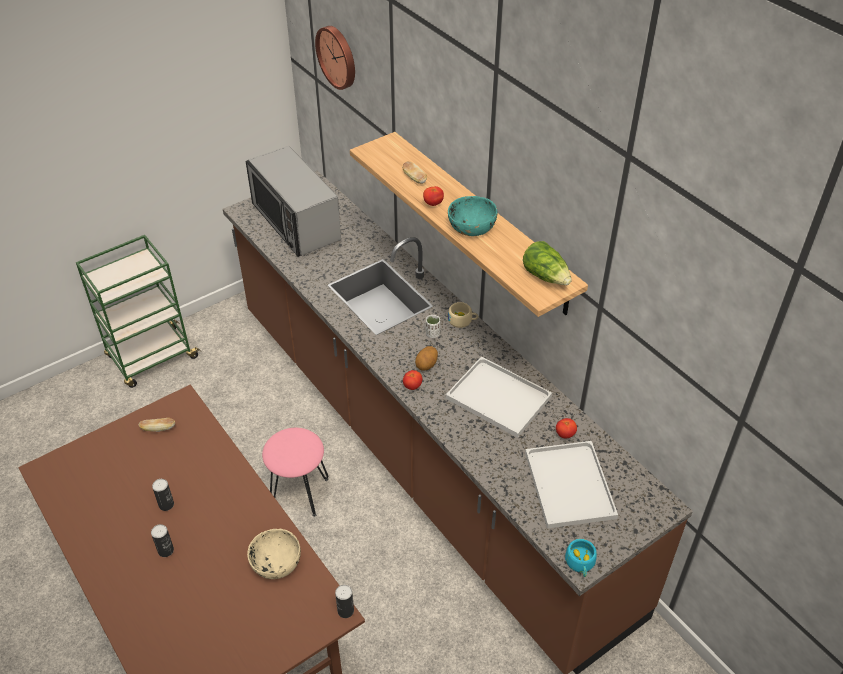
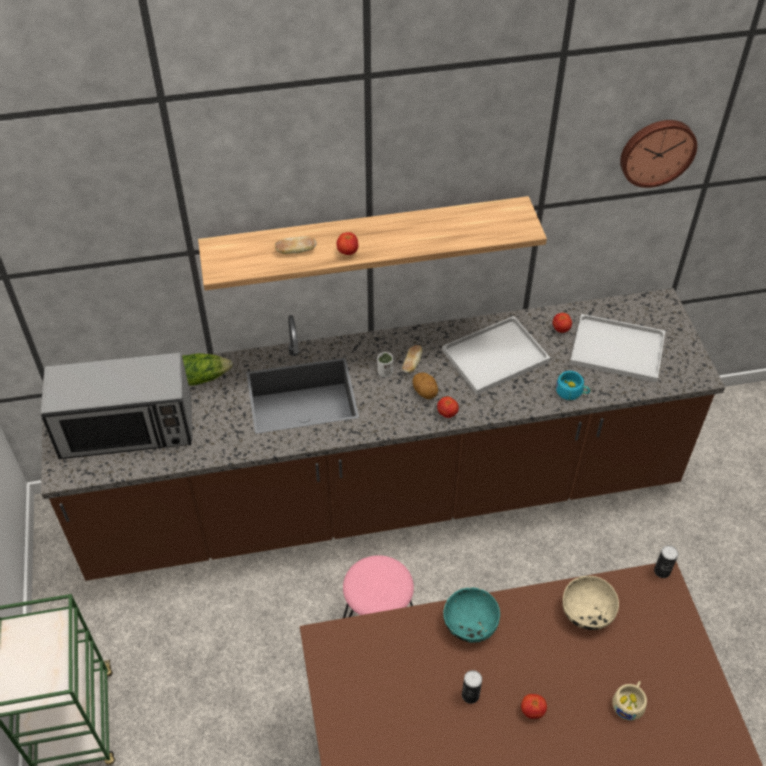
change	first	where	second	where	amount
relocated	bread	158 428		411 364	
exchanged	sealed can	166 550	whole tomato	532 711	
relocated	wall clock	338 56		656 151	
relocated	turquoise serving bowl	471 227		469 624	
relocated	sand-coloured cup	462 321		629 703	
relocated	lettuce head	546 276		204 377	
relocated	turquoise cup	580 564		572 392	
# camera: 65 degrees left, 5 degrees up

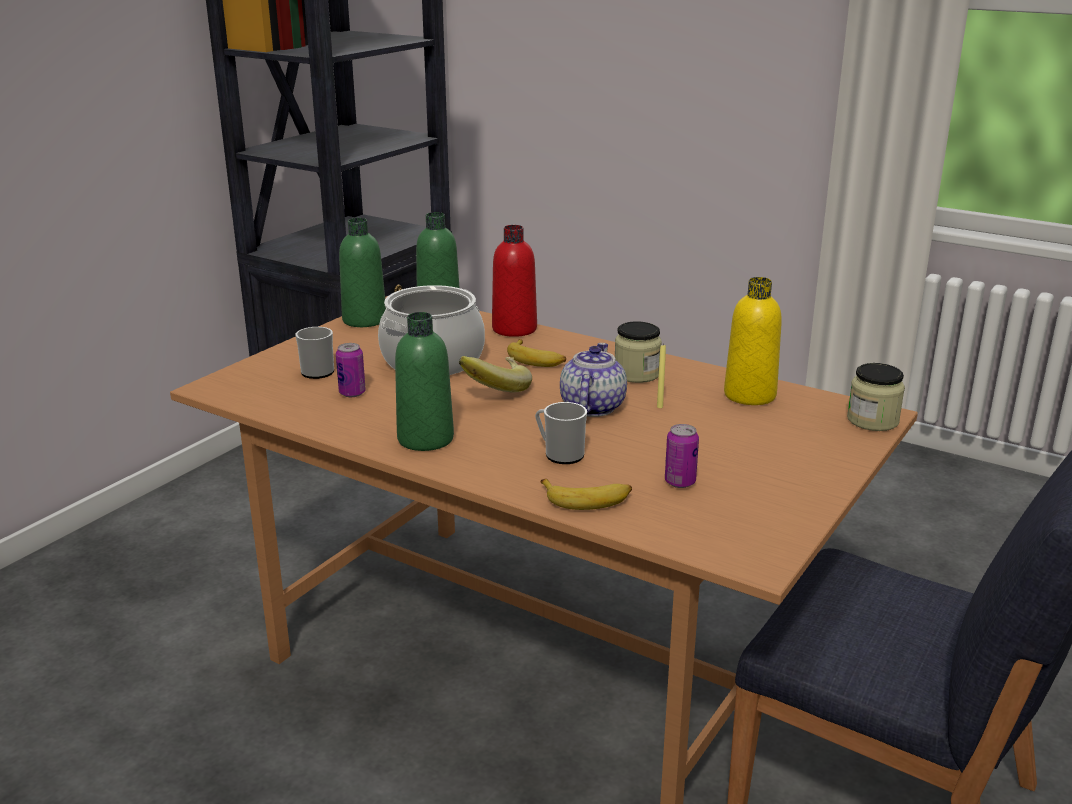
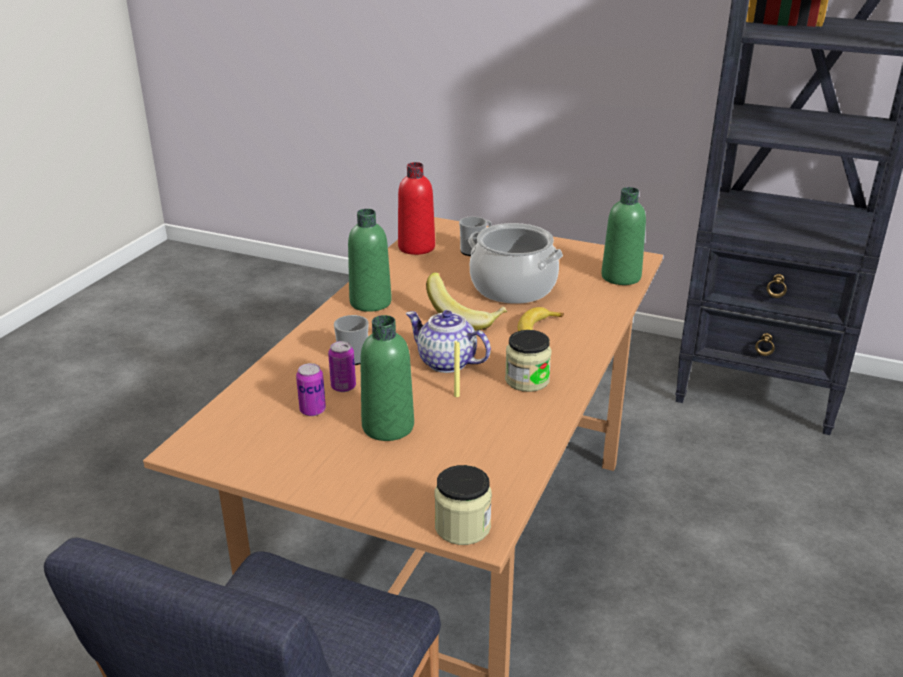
change	first	where	second	where	amount
relocated	sealed can	352 393		343 387	
relocated	green drink bottle	364 320		388 426	
relocated	reddish drink bottle	514 329		416 247	
missing	banana	587 499			
spun	teapot	591 407		446 362	150 degrees counterclockwise
missing	yellow drink bottle	749 395			
# camera: 80 degrees right, 5 degrees up

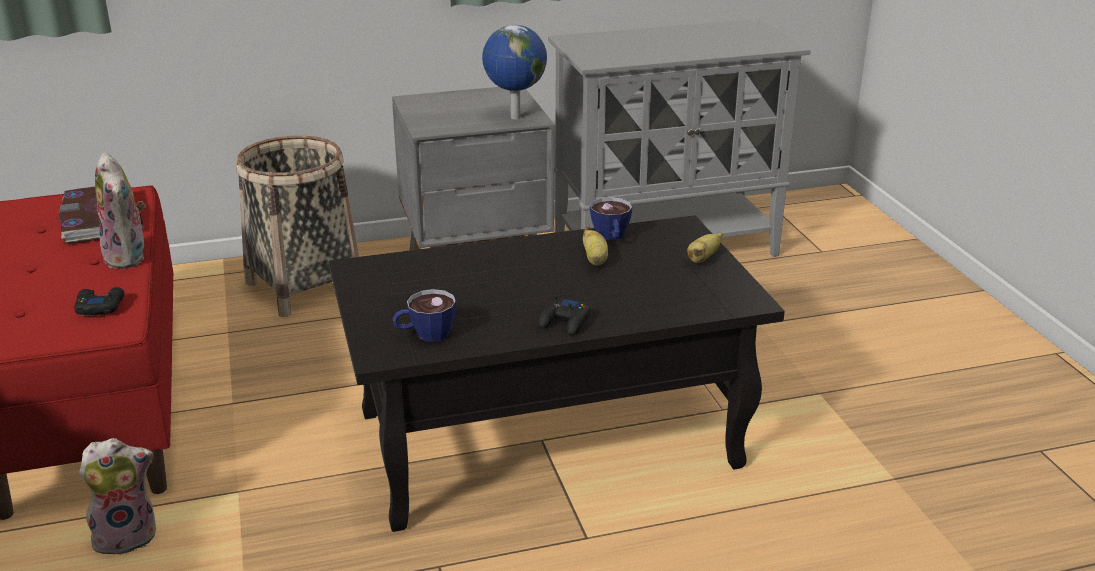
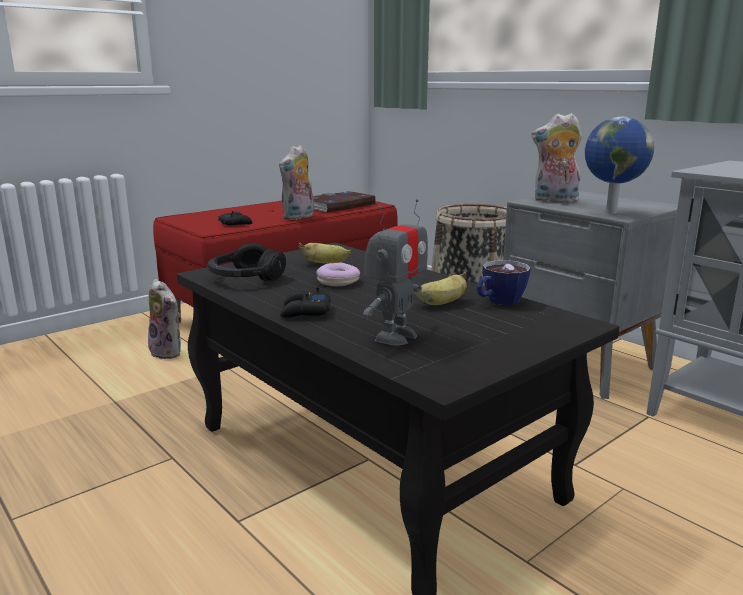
change	first	where	second	where	amount
exchanged	cup	425 335	blackish pair of headphones	245 278	
relocated	banana	703 258		326 264	
appeared			ring doughnut	338 281	
appeared			robot figure	395 337	
appeared			cuddly toy	554 201	
# camera: 65 degrees right, 10 degrees down

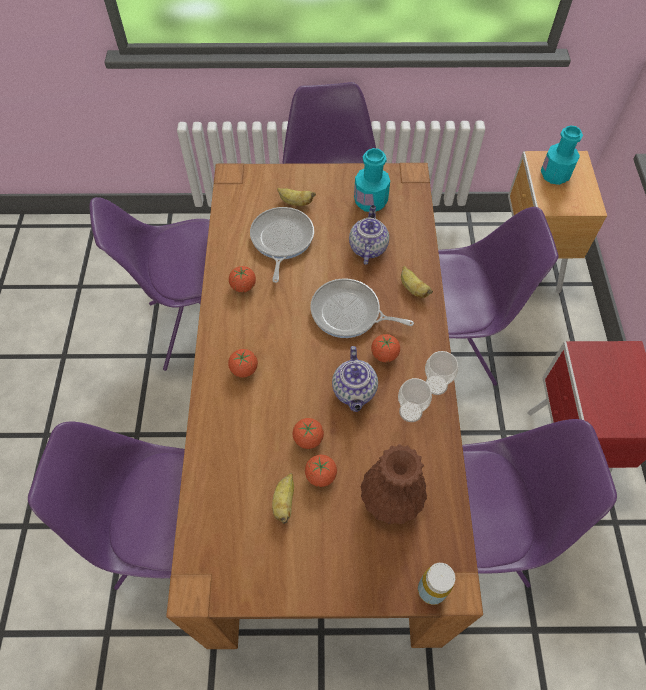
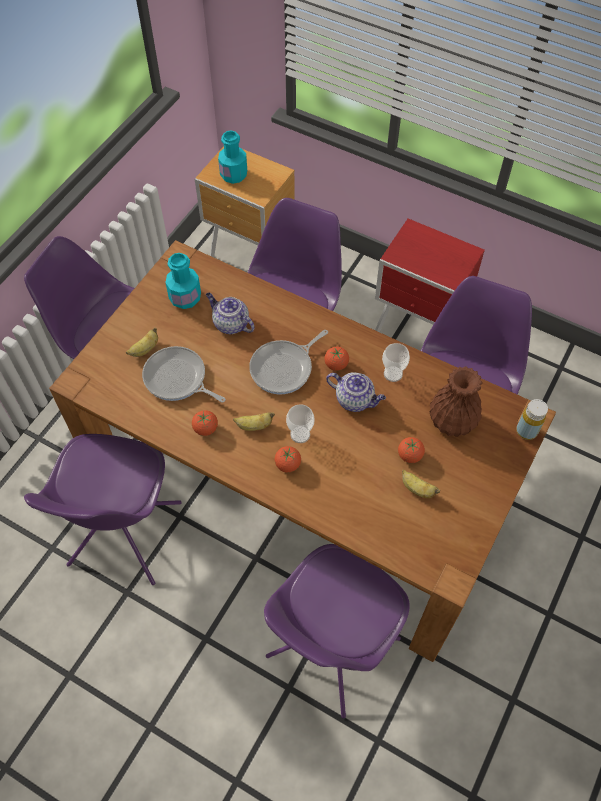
change	first	where	second	where	amount
missing	whole tomato	308 439			
relocated	banana	413 289		254 426	
relocated	cup	436 385		300 434	
# camera: 60 degrees left, 0 degrees up

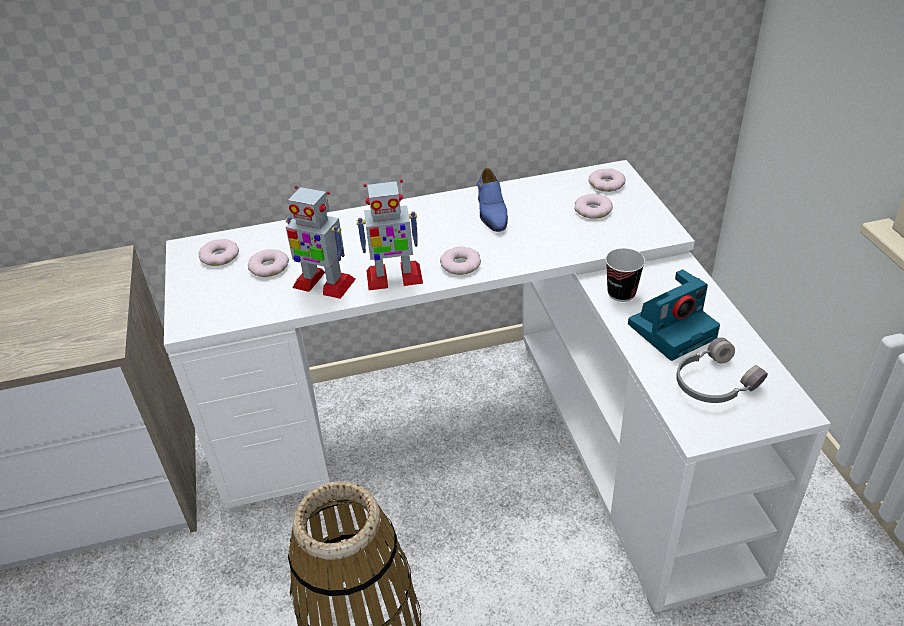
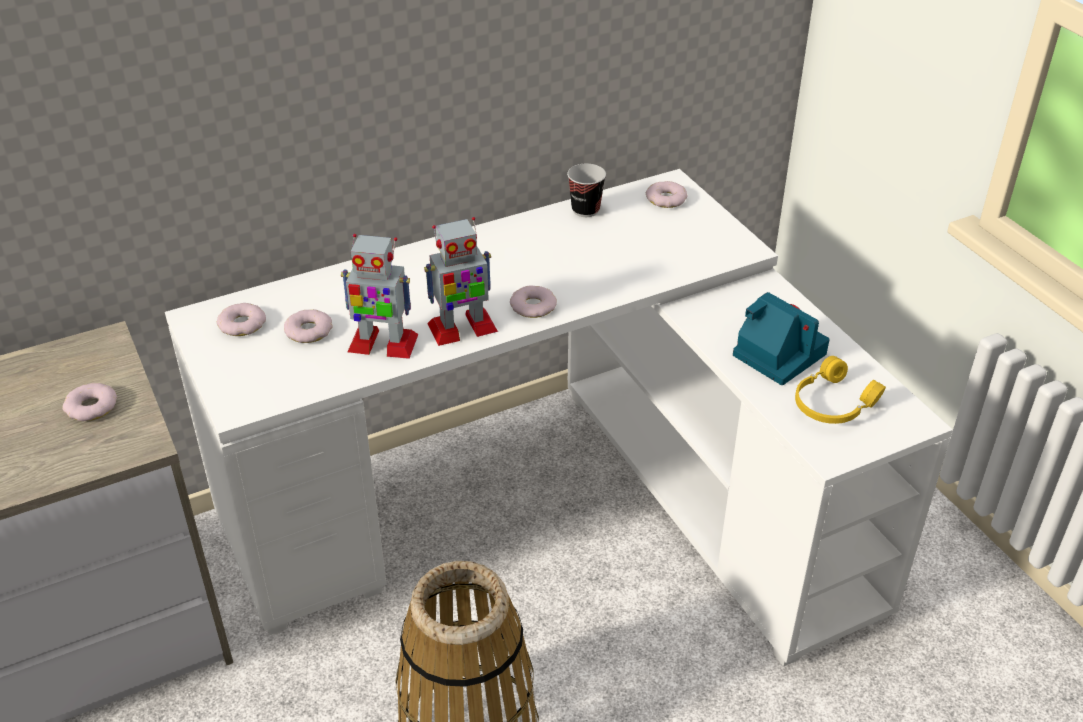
change	first	where	second	where	amount
missing	blue-coloured low shoe	491 213			
relocated	ring doughnut	593 210		91 407	
relocated	cup	621 293		585 210	
spun	photo camera	672 330		777 354	90 degrees counterclockwise
colour	gray pair of headphones	713 382	yellow pair of headphones	832 403	
# camera: 15 degrees left, 0 degrees up

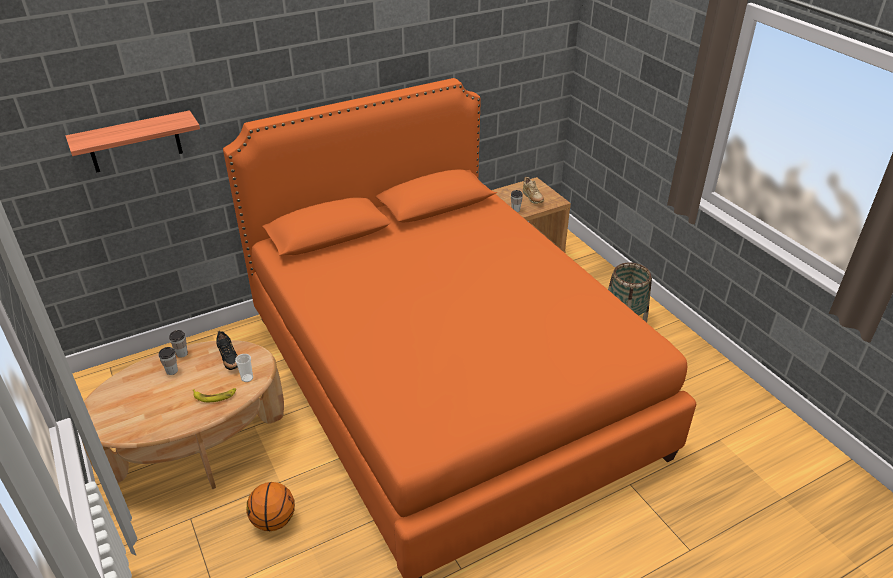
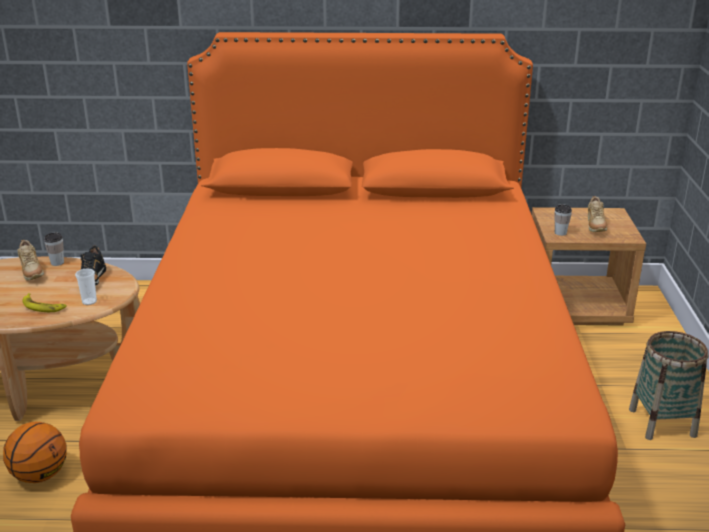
change	first	where	second	where	amount
missing	wall shelf	134 142			
exchanged	cup	172 371	sand-coloured low shoe	32 274	
# camera: 30 degrees right, 10 degrees down

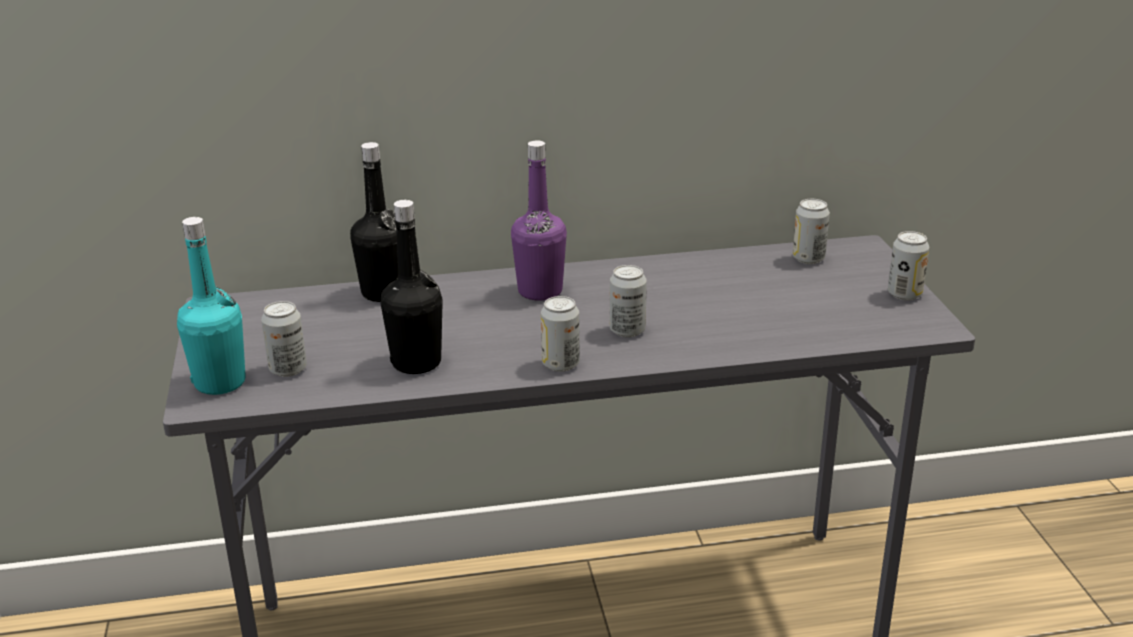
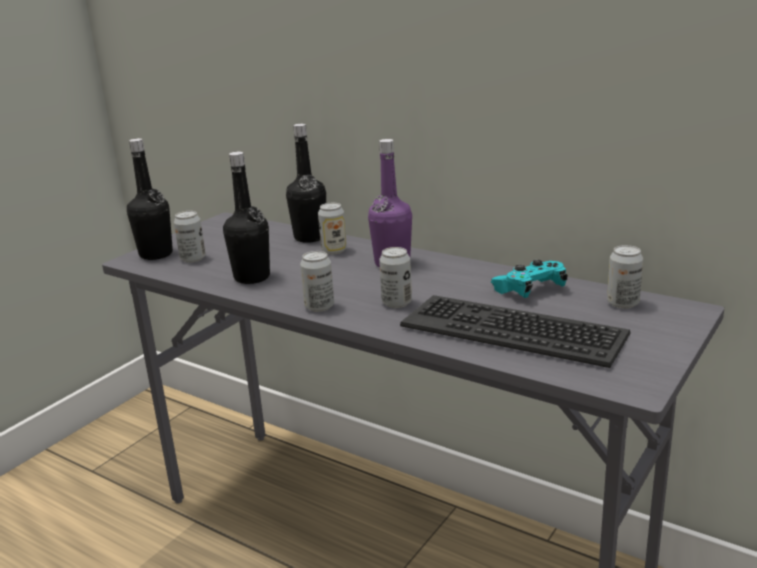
change	first	where	second	where	amount
colour	turquoise drink bottle	220 382	blackish drink bottle	156 254	
relocated	sealed can	904 294		334 251	
appeared			computer keyboard	513 330	
appeared			turquoise game controller	530 290	
# camera: 45 degrees right, 5 degrees down

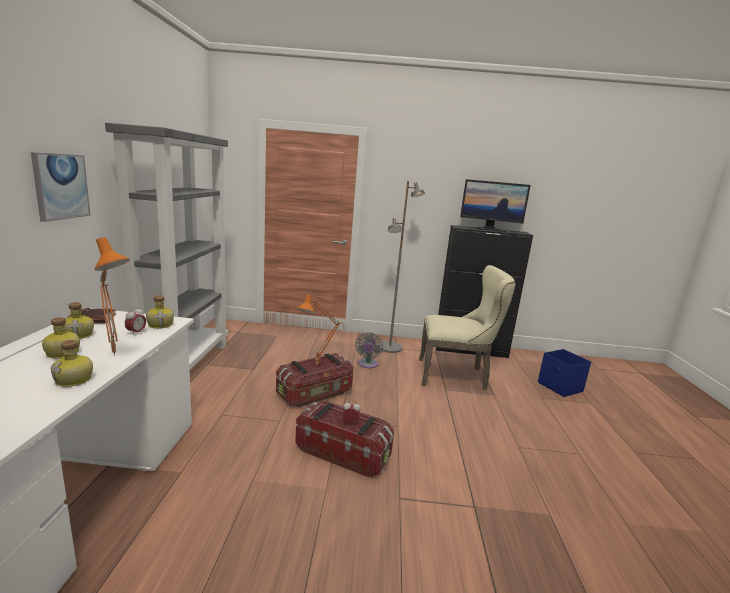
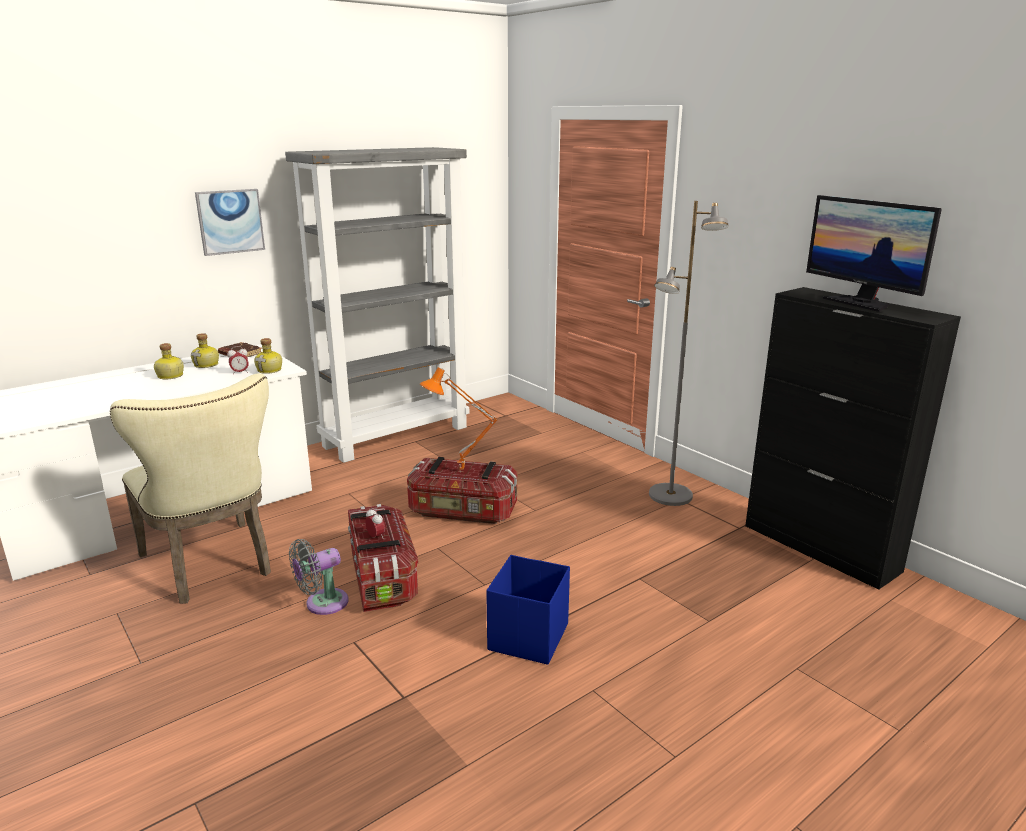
change	first	where	second	where	amount
missing	drink bottle	75 380			
missing	orangey table lamp	117 354			
relocated	gray cooling fan	367 365		322 604	
relocated	sand-coloured plain chair	456 375		212 566	
relocated	blue-coloured storage box	560 387		527 638	
# camera: 50 degrees right, 5 degrees up

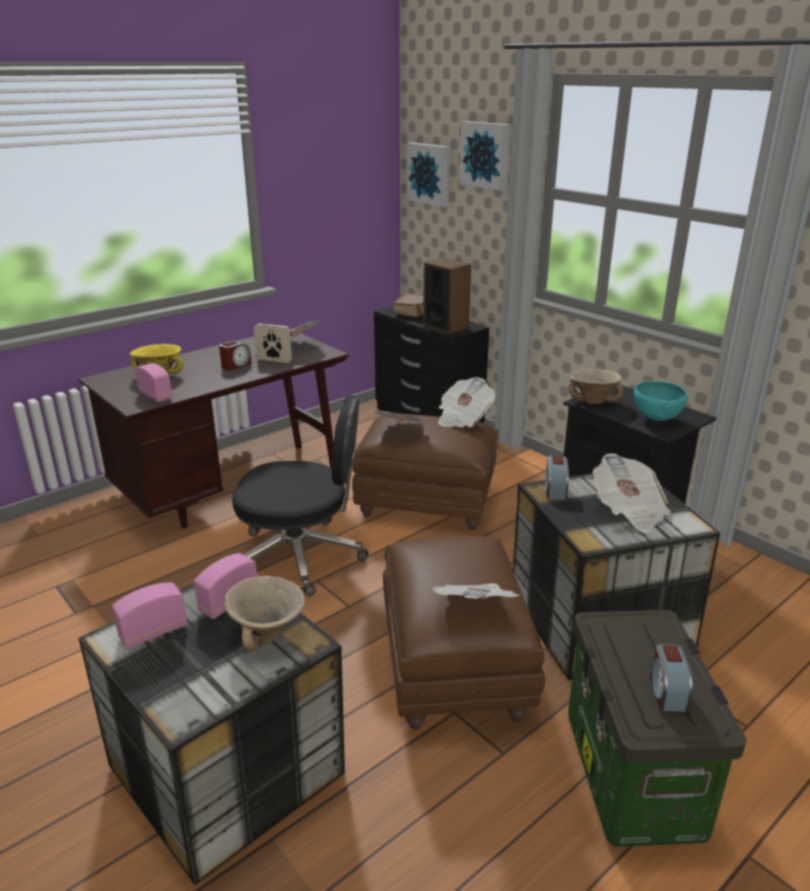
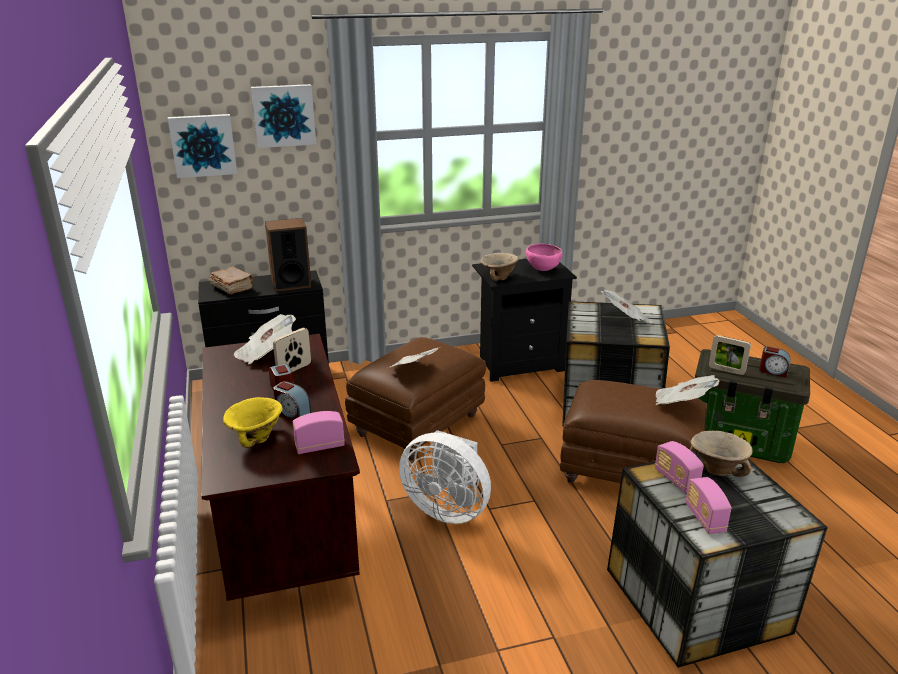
change	first	where	second	where	amount
exchanged	blackish desk chair	302 556	whitish cooling fan	447 509	
missing	printed paper	463 418			
relocated	table clock	555 490		292 413	
colour	turquoise serving bowl	655 419	pink-coloured serving bowl	542 270	
appeared			standing frame	726 370	
# camera: 65 degrees left, 0 degrees up

